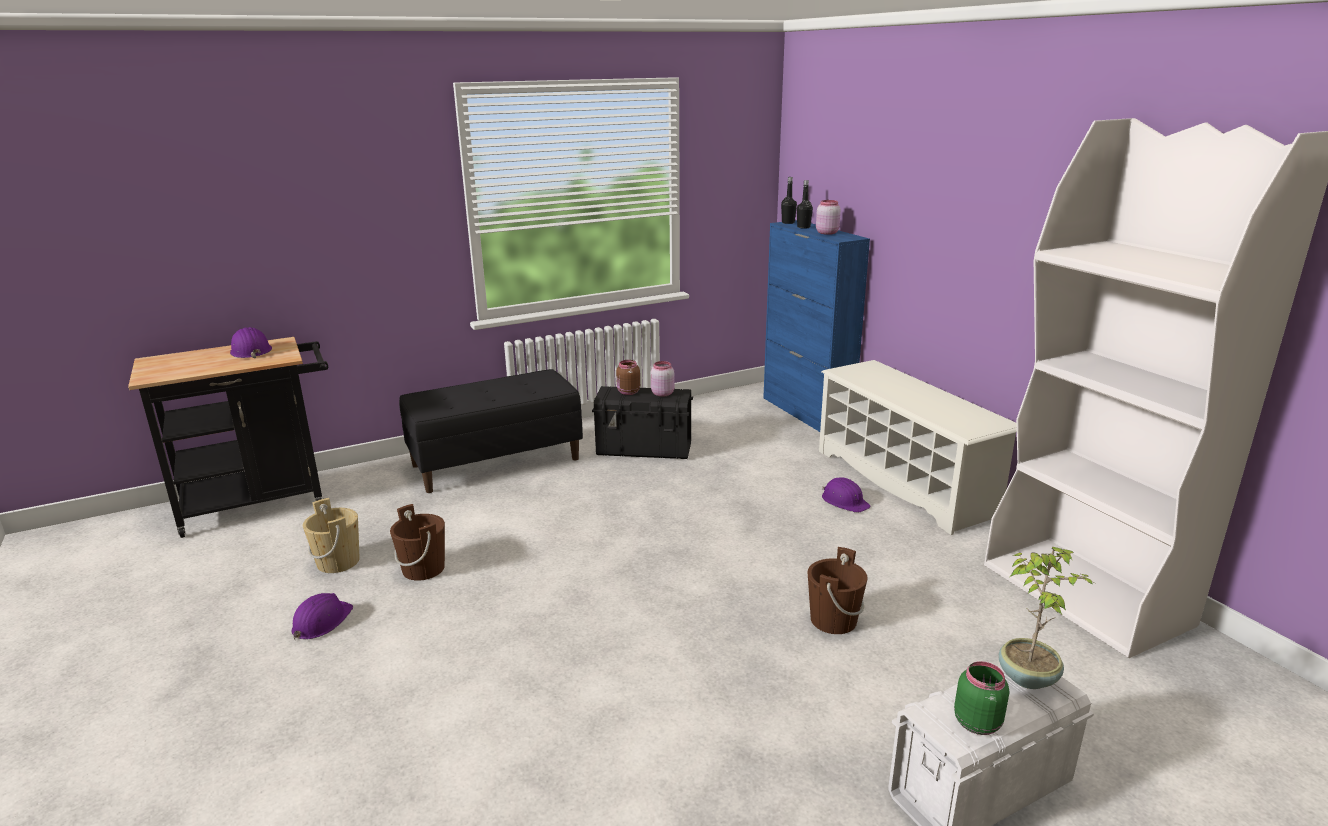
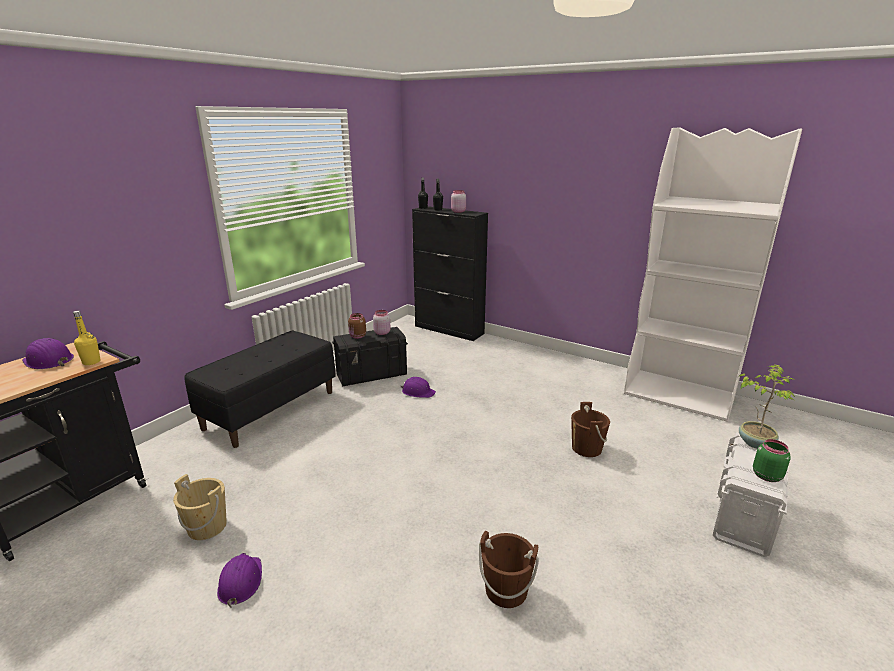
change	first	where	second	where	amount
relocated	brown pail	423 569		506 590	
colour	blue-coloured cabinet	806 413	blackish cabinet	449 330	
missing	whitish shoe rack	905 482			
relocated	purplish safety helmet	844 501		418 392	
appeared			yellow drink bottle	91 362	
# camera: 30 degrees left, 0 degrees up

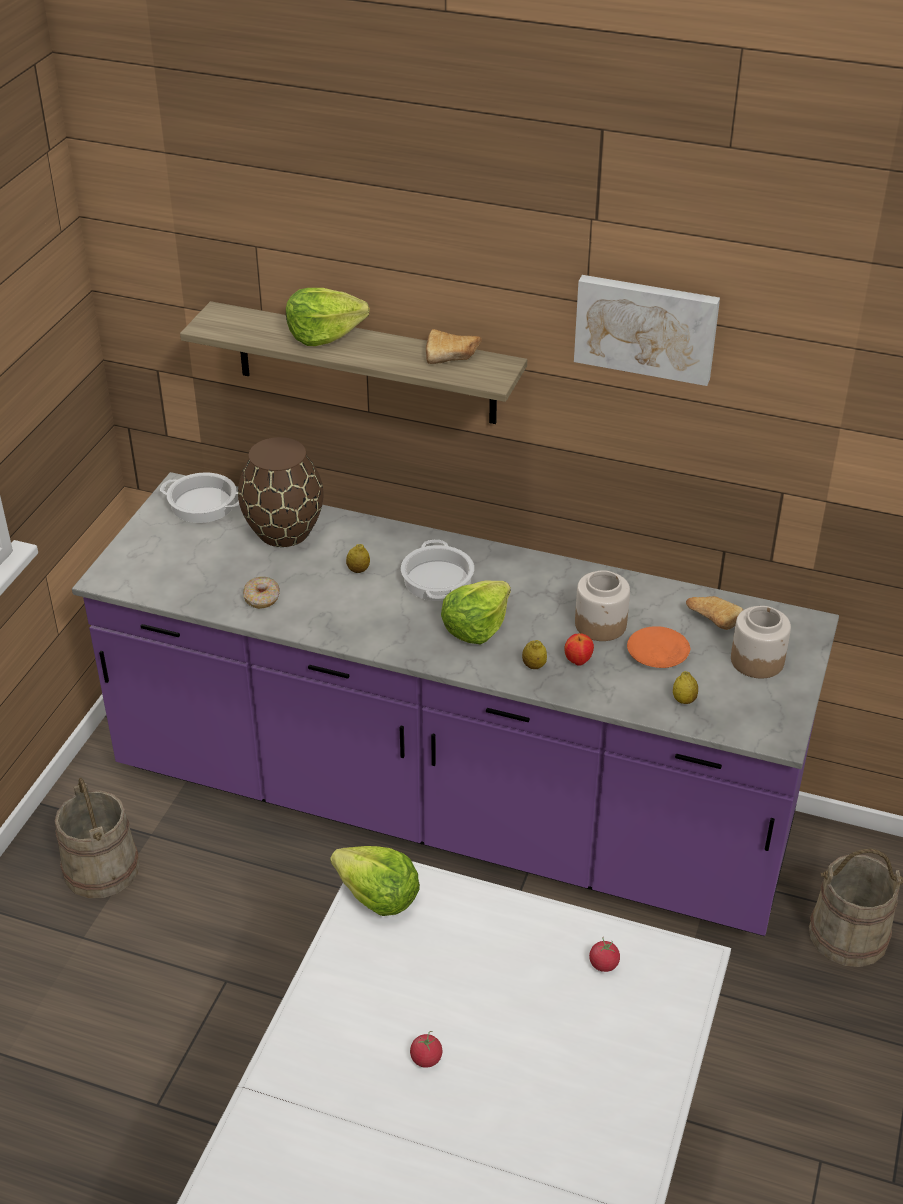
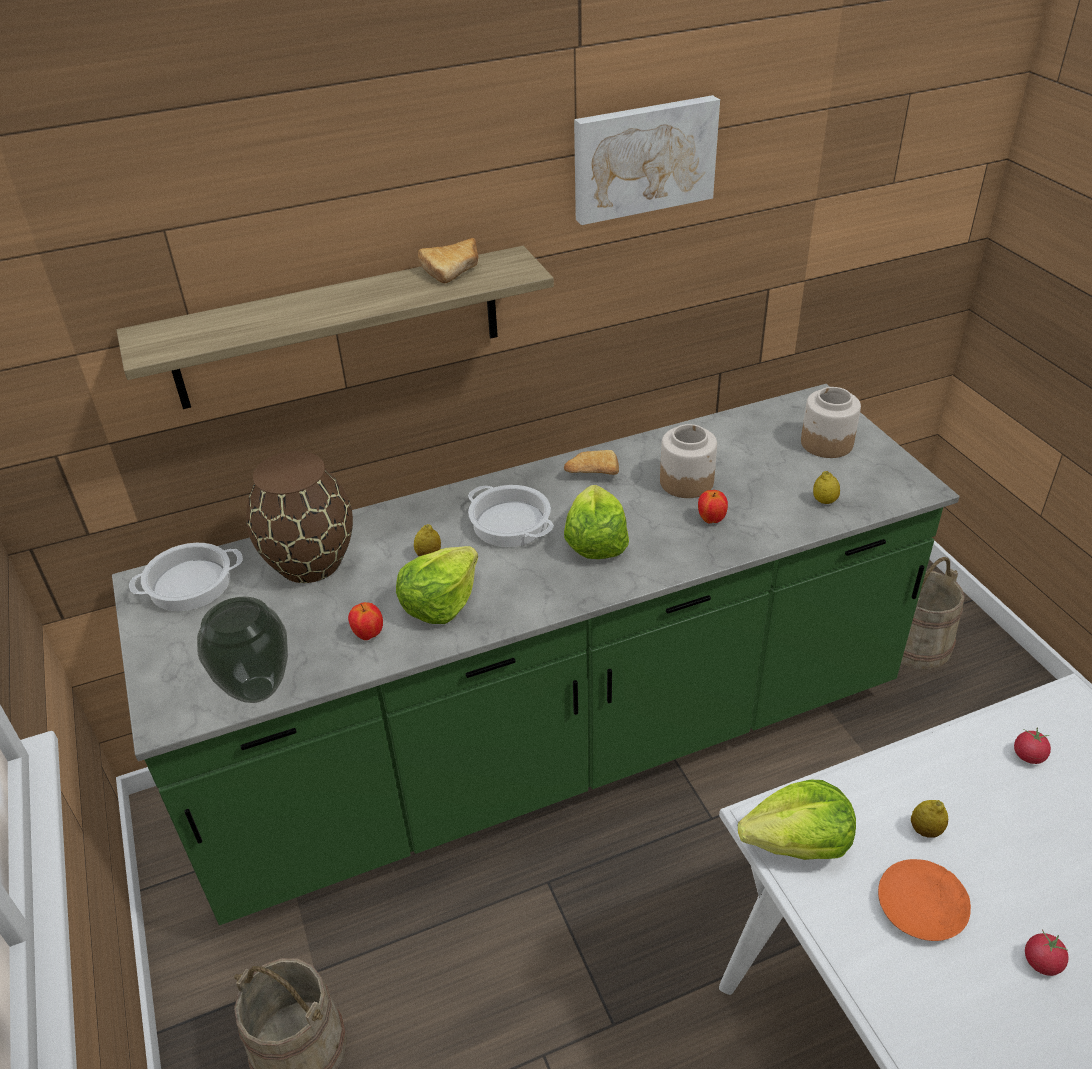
change	first	where	second	where	amount
colour	purplish kitchen counter	451 805	green kitchen counter	554 744	
exchanged	ring doughnut	262 598	whole apple	368 634	
relocated	lettuce head	323 335		440 602	
relocated	lemon	534 666		925 830	
relocated	orangey dinner plate	658 654		922 906	
relocated	bread	712 618		591 473	
appeared			vase	259 690	
# camera: 40 degrees left, 0 degrees up

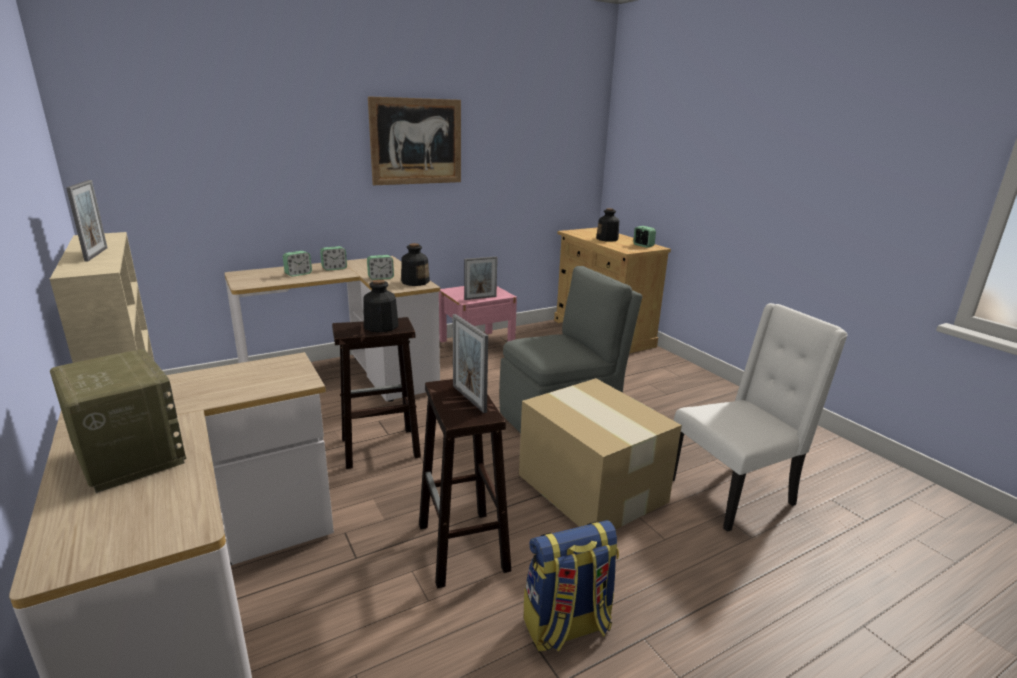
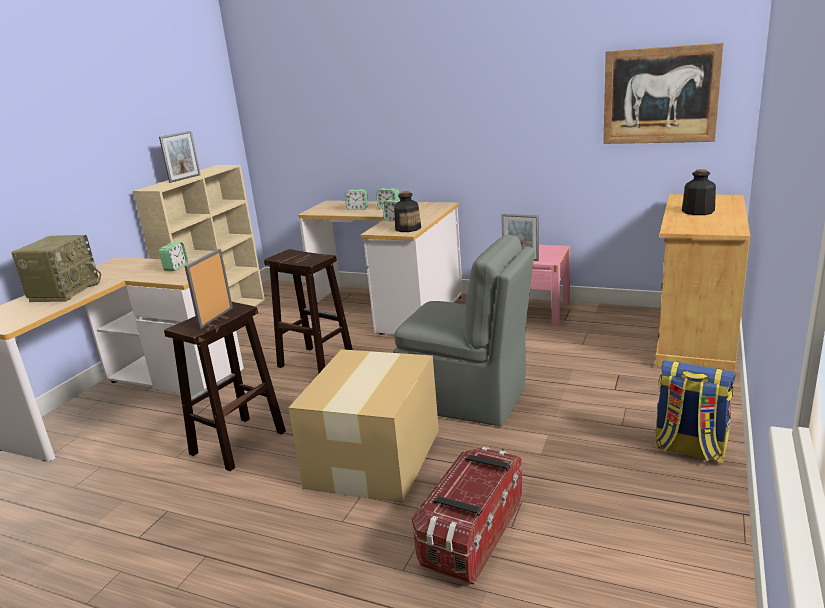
change	first	where	second	where	amount
missing	drink bottle	380 326			
relocated	wall picture	416 141		660 95	
relocated	rucksack	567 627		689 449	
relocated	table clock	643 245		176 267	
exchanged	whitish plain chair	733 493	storage box	471 534	
# camera: 55 degrees right, 0 degrees up

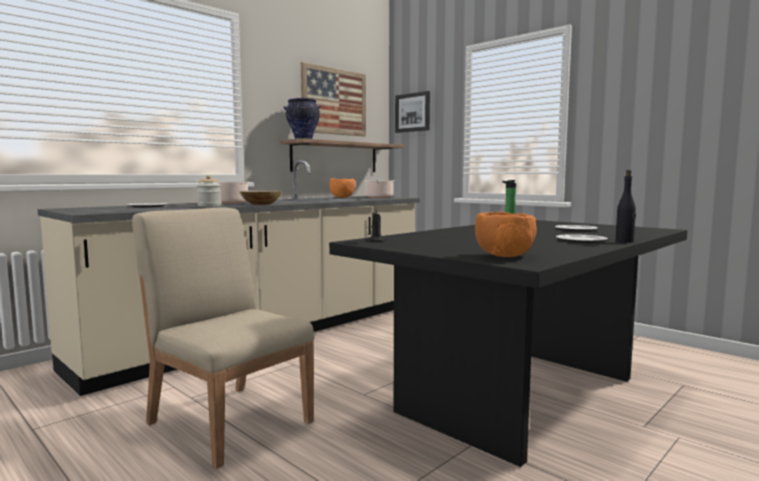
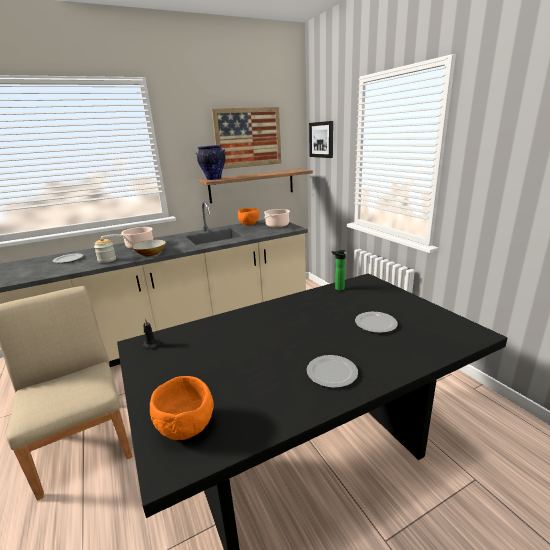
change	first	where	second	where	amount
missing	blackish drink bottle	624 241			
# camera: 20 degrees right, 15 degrees up

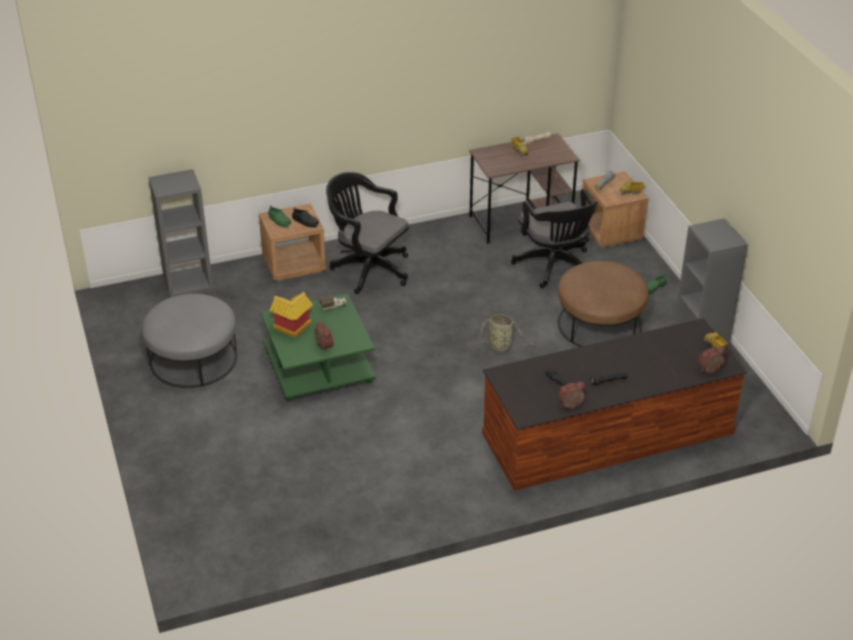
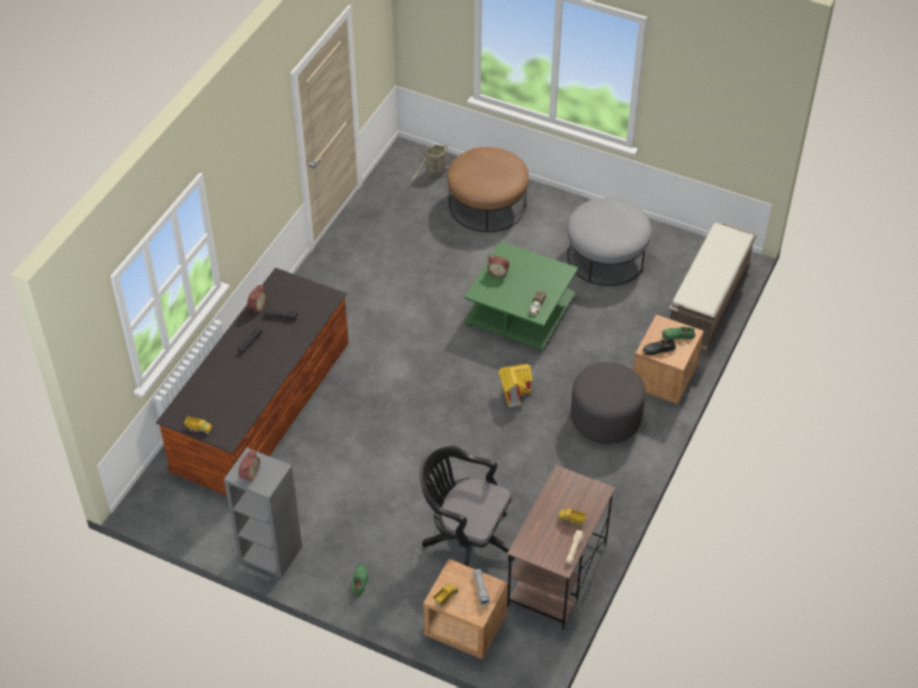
change	first	where	second	where	amount
exchanged	gray bookshelf	188 282	brown bench	708 306	
relocated	miniature house	291 328		515 392	
exchanged	blackish desk chair	368 269	gray footrest	606 418	
relocated	household basket	501 347		434 173	
relocated	brown footrest	599 324		487 205	
relocated	table clock	710 370		248 474	
# camera: 135 degrees right, 10 degrees up

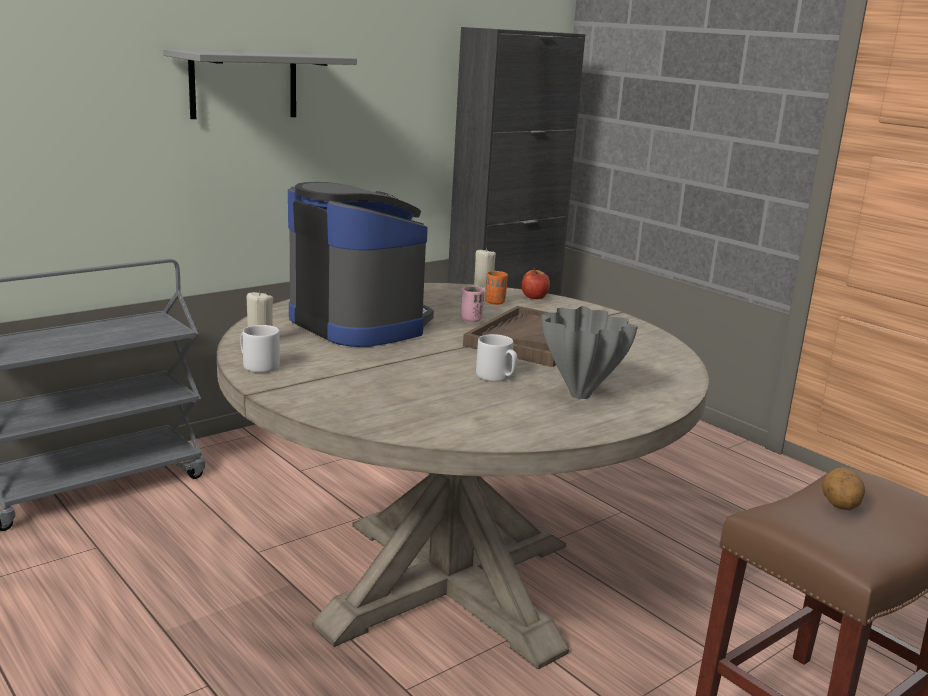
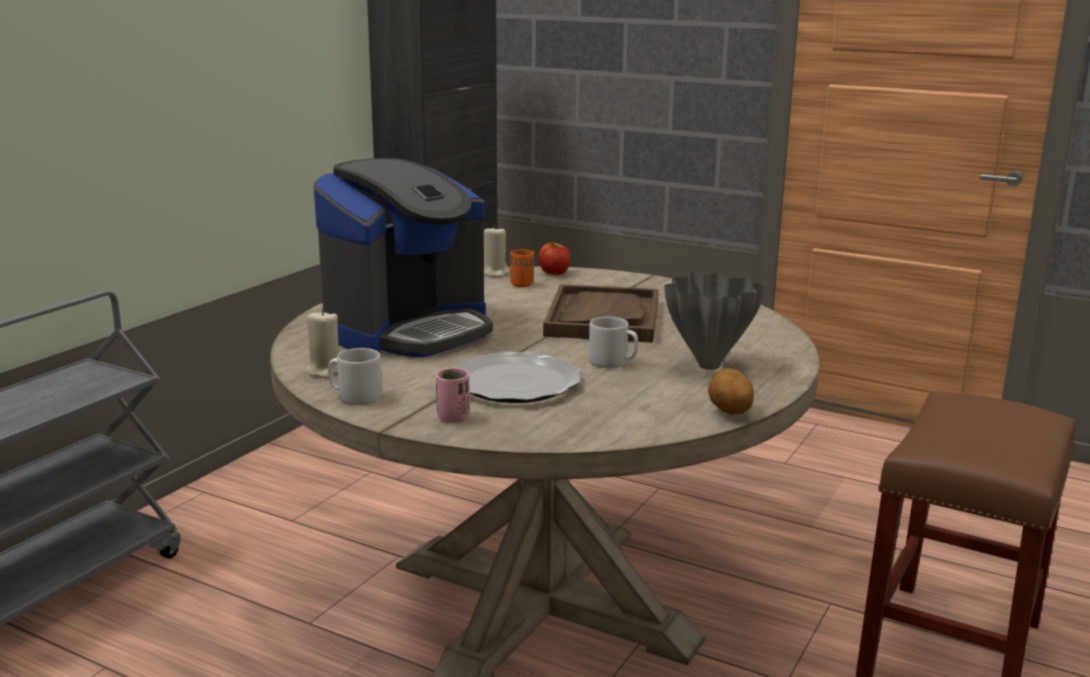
change	first	where	second	where	amount
missing	gray wall shelf	244 84			
spun	coffee maker	359 323		409 331	105 degrees clockwise
relocated	pink-coloured cup	471 319		453 418	
relocated	whole potato	839 506		729 412	
appeared			dinner plate	514 383	
# camera: 20 degrees left, 0 degrees up

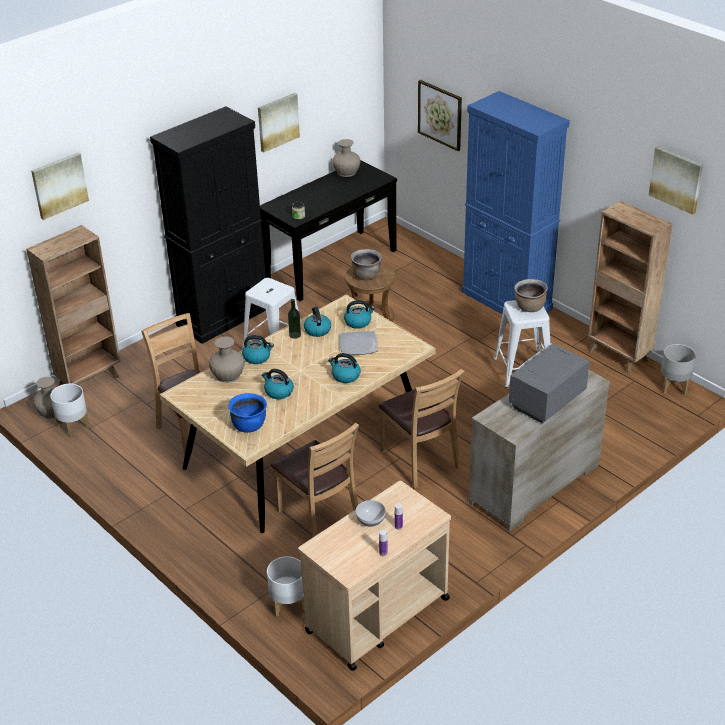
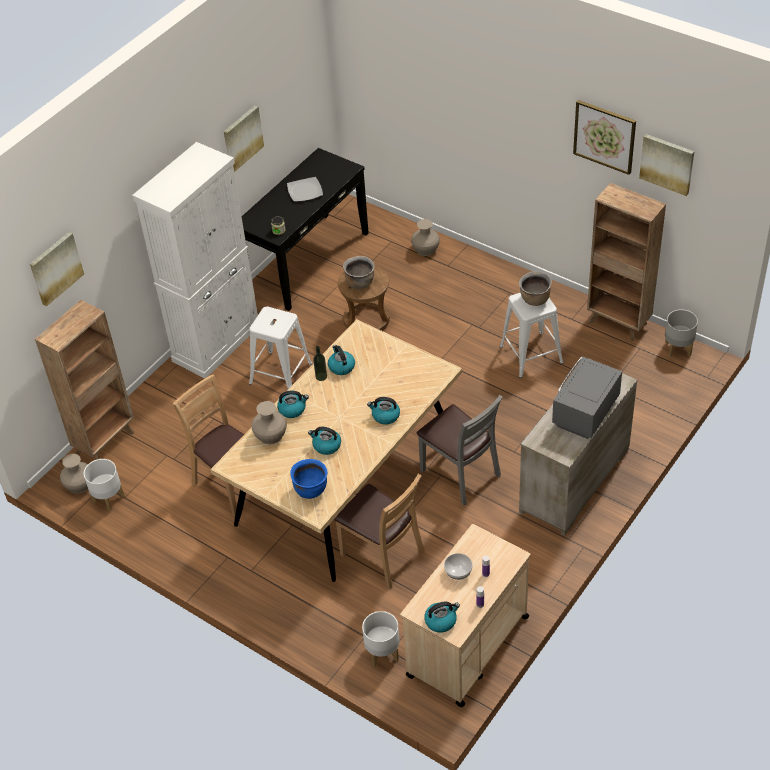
change	first	where	second	where	amount
colour	blackish cabinet	223 317	whitish cabinet	217 342	
relocated	sand-coloured vase	346 172		425 249	
relocated	dinner plate	359 345		305 191	
relocated	water kettle	358 322		441 621	
colour	brown plain chair	420 460	gray plain chair	460 474	
relocated	wall picture	440 115		604 136	
missing	blue-coloured cabinet	506 300			
# camera: 10 degrees left, 10 degrees up

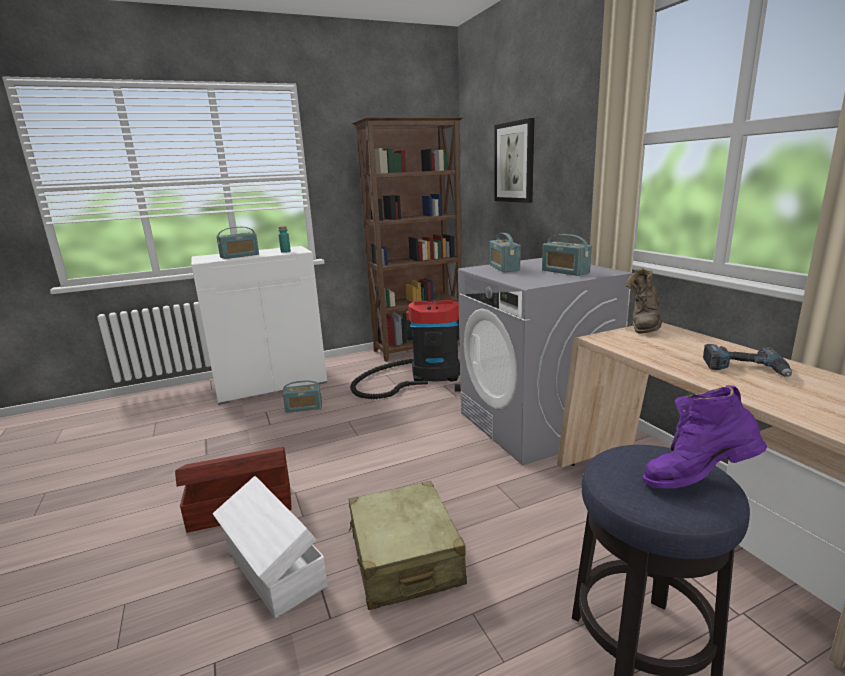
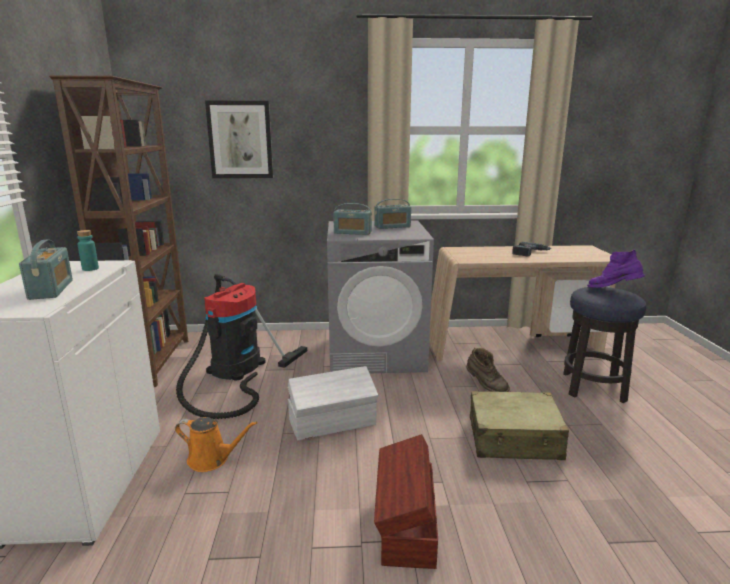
change	first	where	second	where	amount
relocated	whitish storage box	274 569		333 423	
exchanged	radio set	304 408	orangey sprinkling can	212 459	
relocated	brown boot	644 326		485 386	
spun	purplish boot	697 480		613 290	90 degrees clockwise
# camera: 70 degrees left, 0 degrees up

